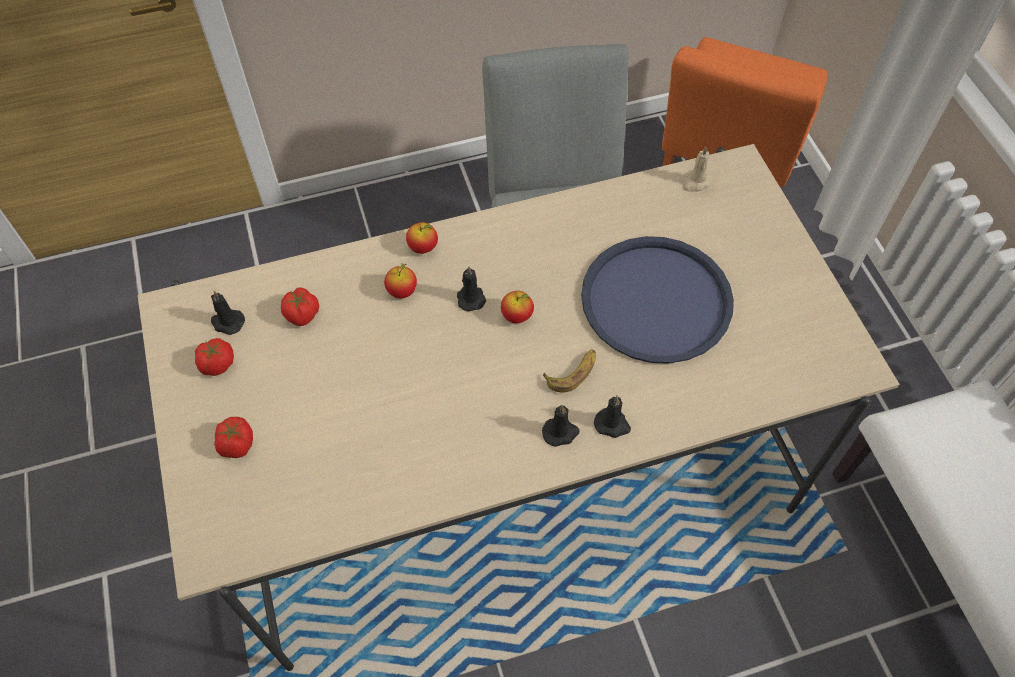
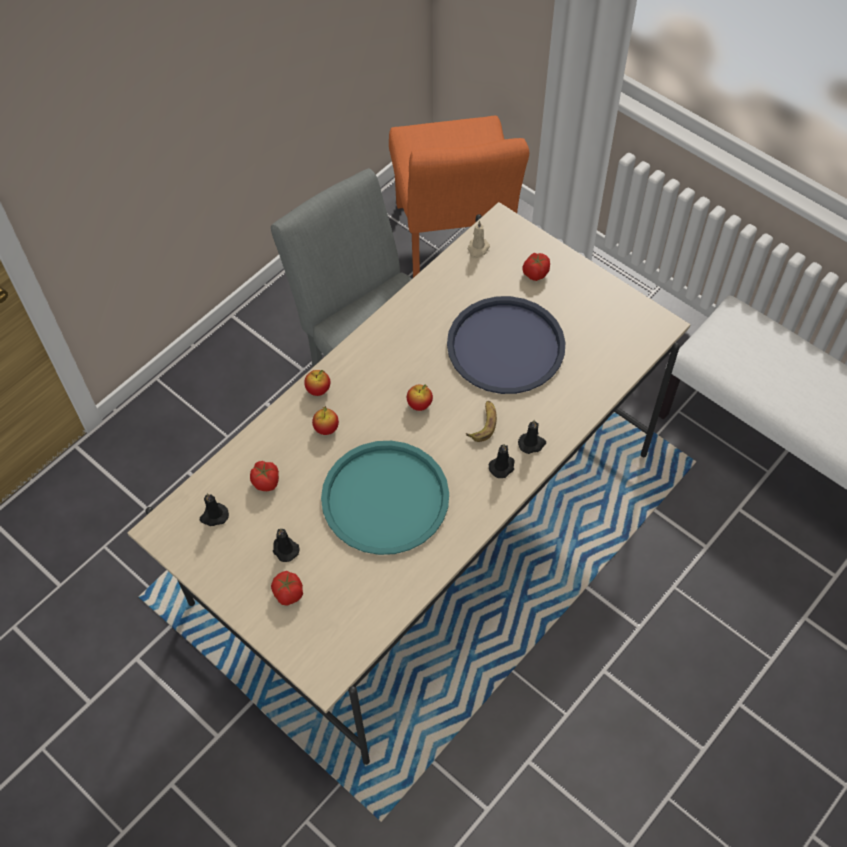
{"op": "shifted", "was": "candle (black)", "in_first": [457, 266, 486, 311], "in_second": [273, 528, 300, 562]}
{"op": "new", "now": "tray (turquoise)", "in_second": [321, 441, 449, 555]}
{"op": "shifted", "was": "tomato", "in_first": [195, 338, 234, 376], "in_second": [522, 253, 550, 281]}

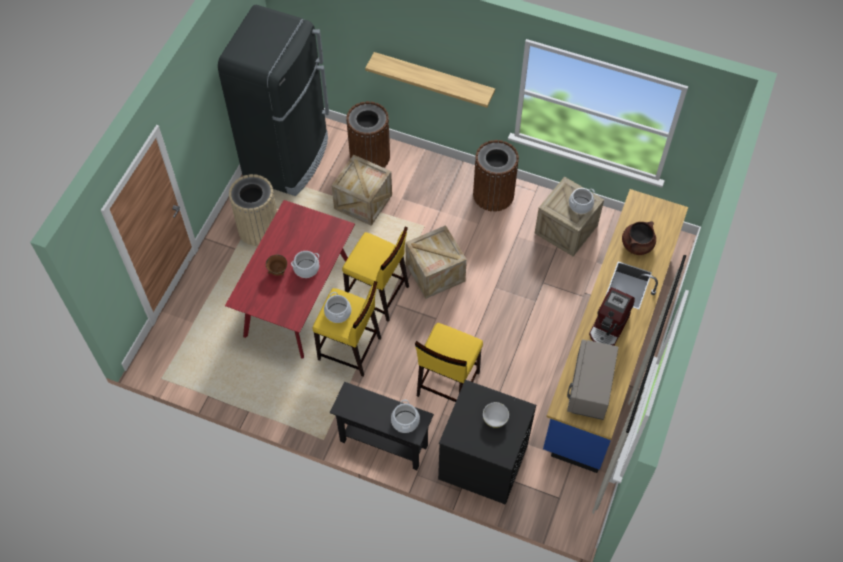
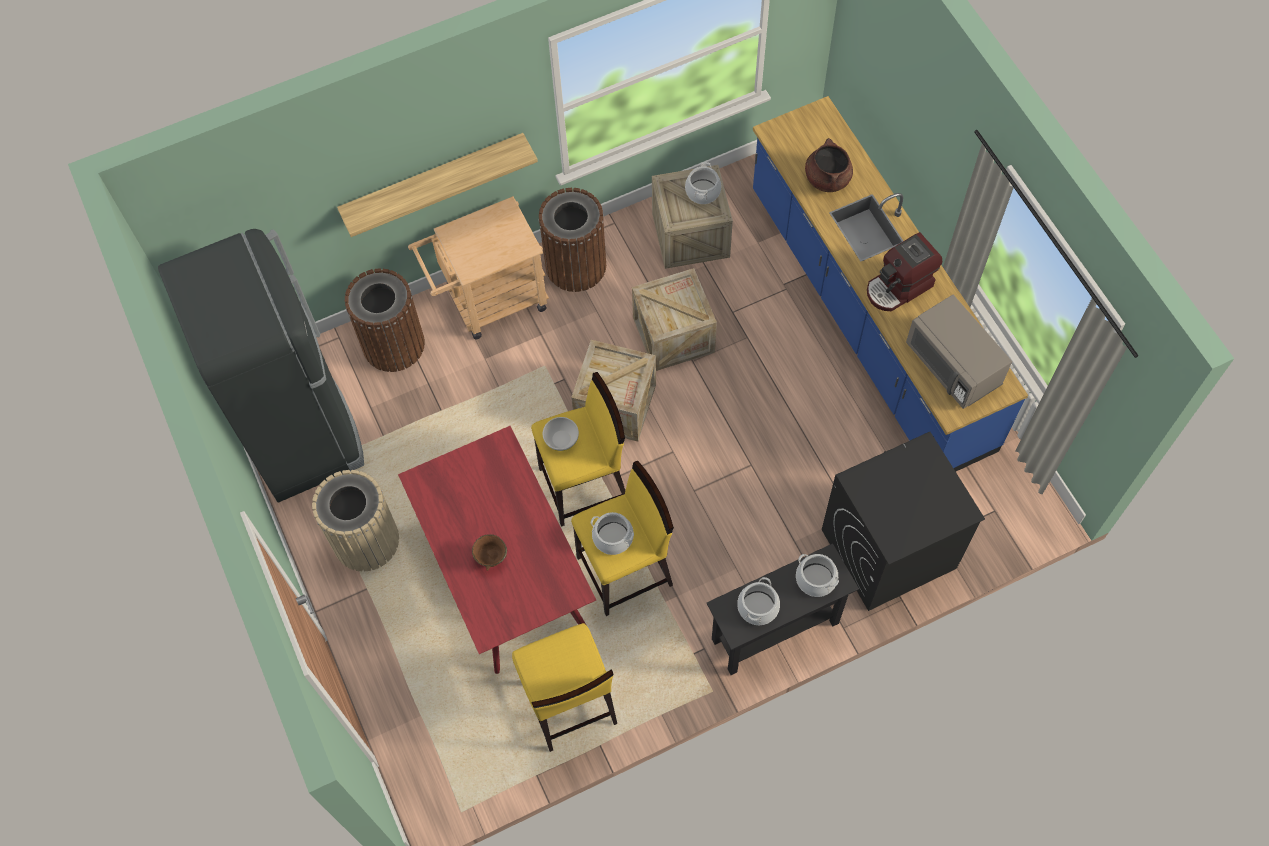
{"op": "new", "now": "cart (beige)", "in_second": [408, 196, 549, 339]}
{"op": "shifted", "was": "stool (yellow)", "in_first": [415, 323, 483, 402], "in_second": [512, 623, 617, 752]}
{"op": "shifted", "was": "bowl (white)", "in_first": [483, 402, 509, 428], "in_second": [543, 417, 579, 451]}
{"op": "shifted", "was": "crate", "in_first": [332, 155, 392, 226], "in_second": [632, 268, 717, 371]}
{"op": "shifted", "was": "cooking pot", "in_first": [291, 251, 319, 278], "in_second": [737, 577, 780, 625]}
{"op": "rotated", "was": "coffee machine", "in_first": [589, 287, 635, 346], "in_second": [867, 232, 942, 311], "clockwise": 75}

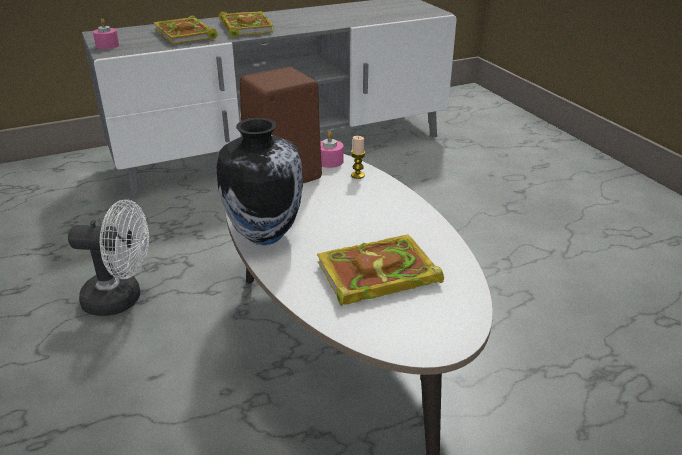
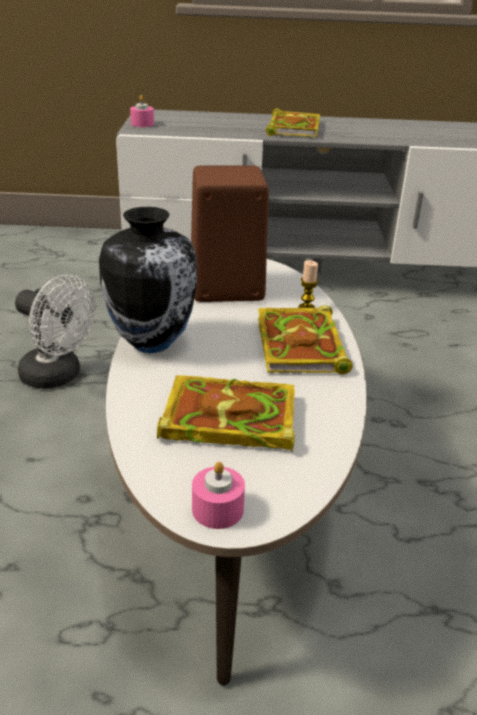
{"op": "shifted", "was": "candle (pink)", "in_first": [320, 132, 344, 168], "in_second": [192, 462, 245, 529]}
{"op": "shifted", "was": "book", "in_first": [153, 15, 217, 44], "in_second": [258, 305, 353, 374]}

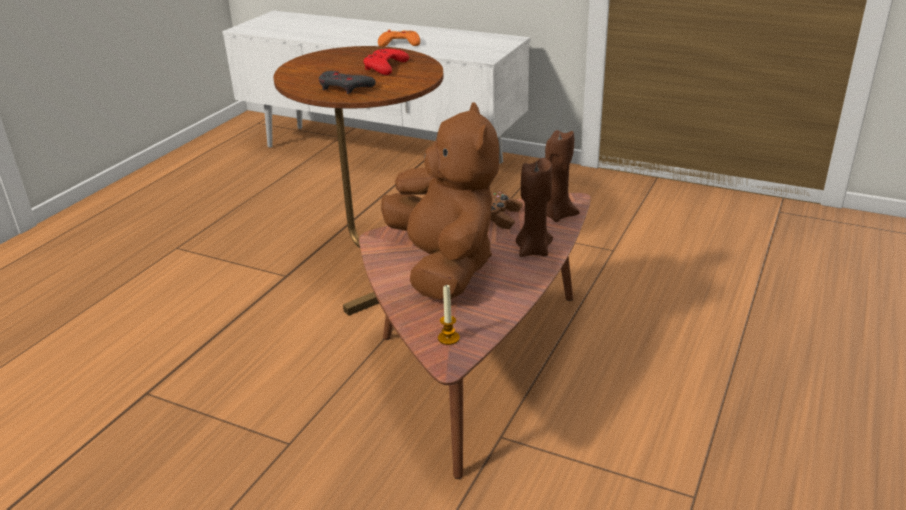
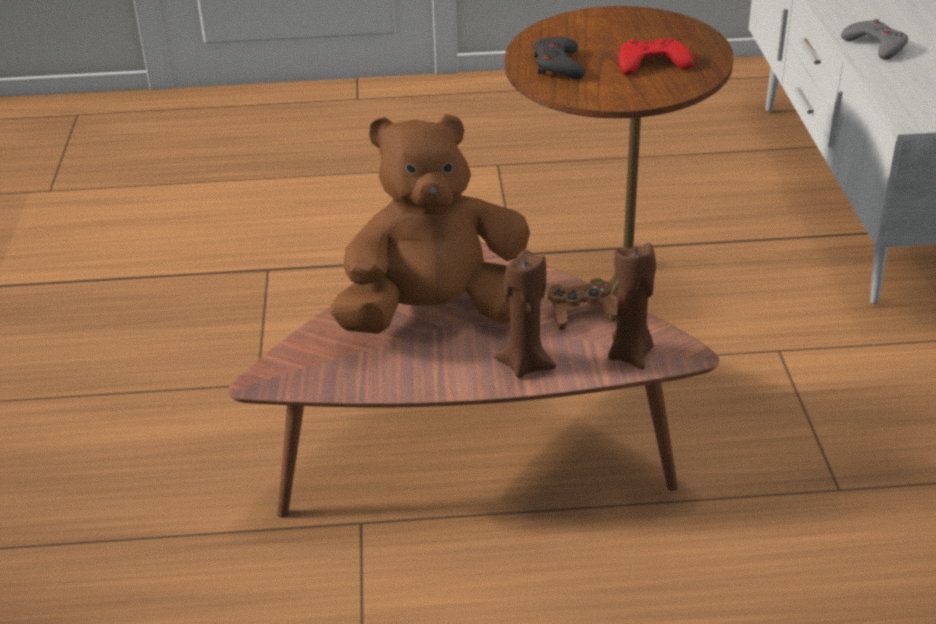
{"op": "rotated", "was": "plush toy (brown)", "in_first": [381, 102, 499, 300], "in_second": [330, 114, 530, 334], "clockwise": -150}
{"op": "repainted", "was": "game controller (orange)", "now": "game controller (grey)", "in_first": [378, 30, 420, 47], "in_second": [841, 19, 908, 60]}
{"op": "gone", "was": "candle", "in_first": [438, 284, 460, 345]}

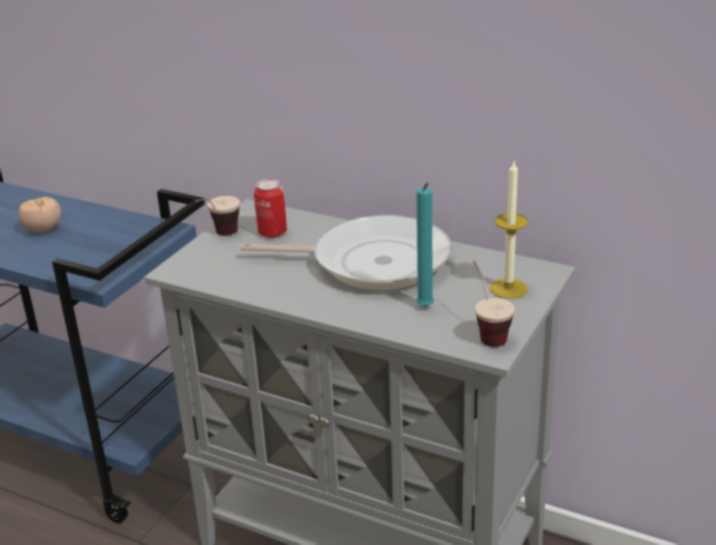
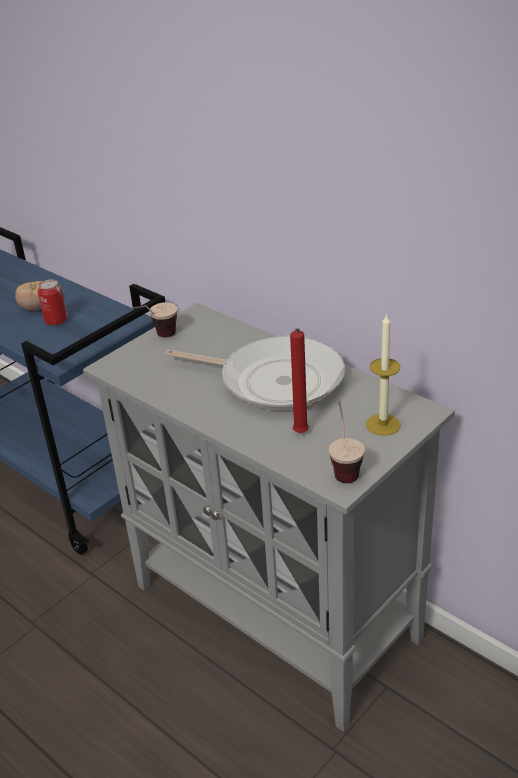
{"op": "shifted", "was": "can", "in_first": [254, 179, 287, 238], "in_second": [38, 280, 67, 326]}
{"op": "repainted", "was": "candle (turquoise)", "now": "candle (red)", "in_first": [416, 183, 434, 307], "in_second": [290, 328, 309, 433]}

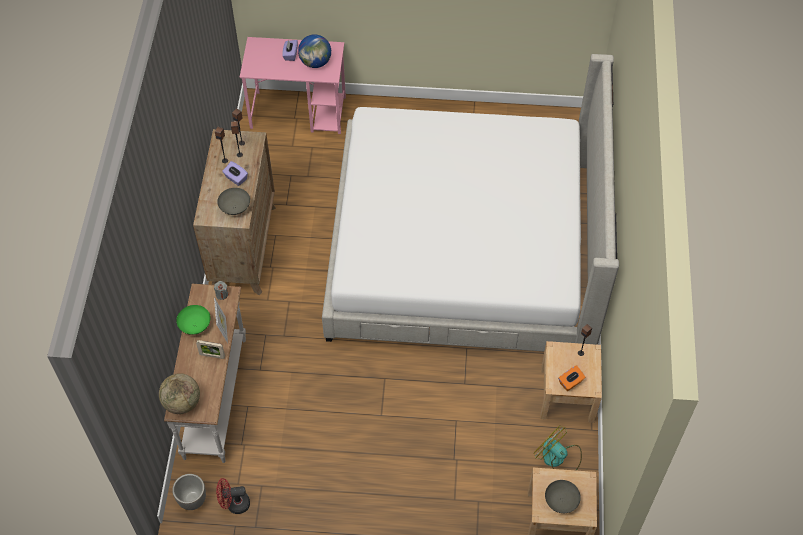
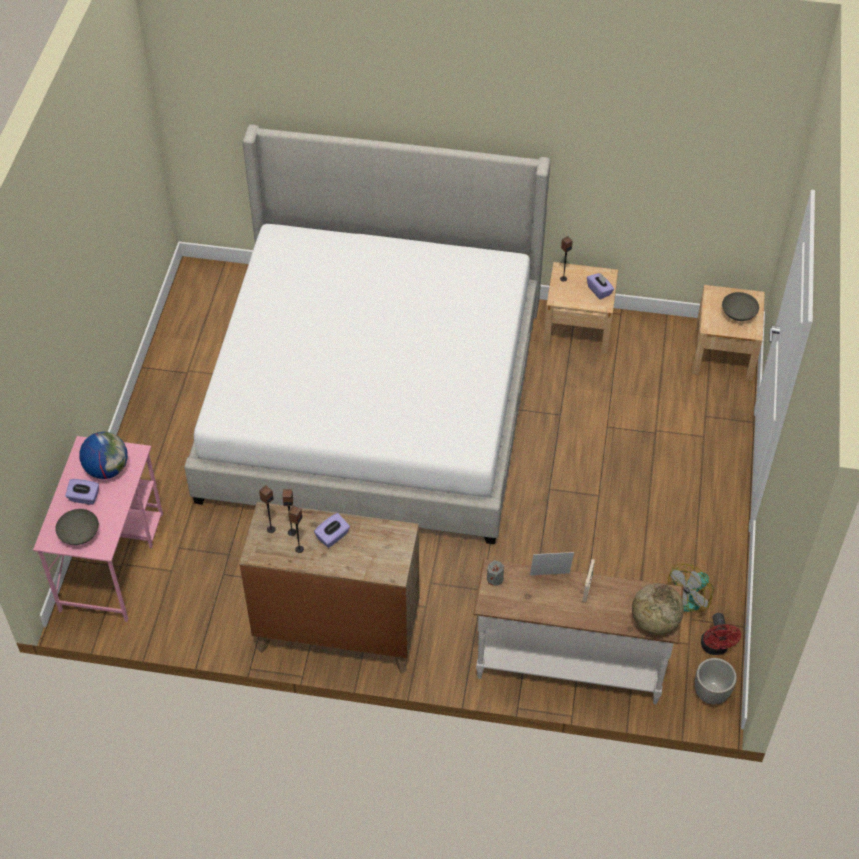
{"op": "shifted", "was": "bowl (grey)", "in_first": [217, 188, 250, 215], "in_second": [55, 509, 99, 545]}
{"op": "repainted", "was": "tissue box (orange)", "now": "tissue box (purple)", "in_first": [558, 365, 585, 391], "in_second": [587, 273, 614, 300]}
{"op": "shifted", "was": "fan", "in_first": [534, 426, 582, 471], "in_second": [668, 564, 714, 612]}
{"op": "gone", "was": "bowl (green)", "in_first": [176, 305, 210, 335]}

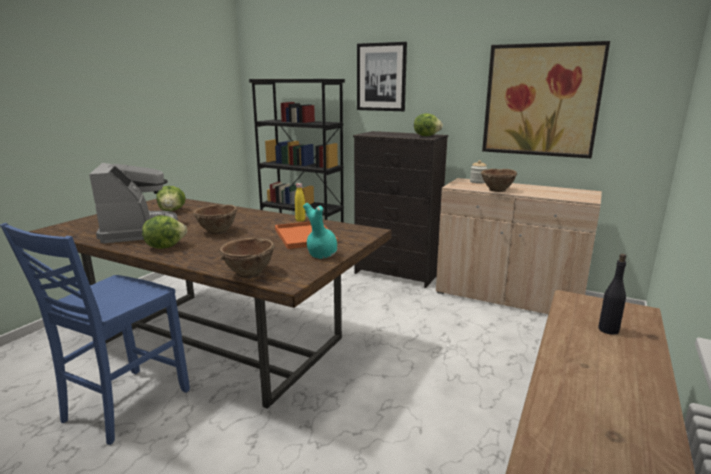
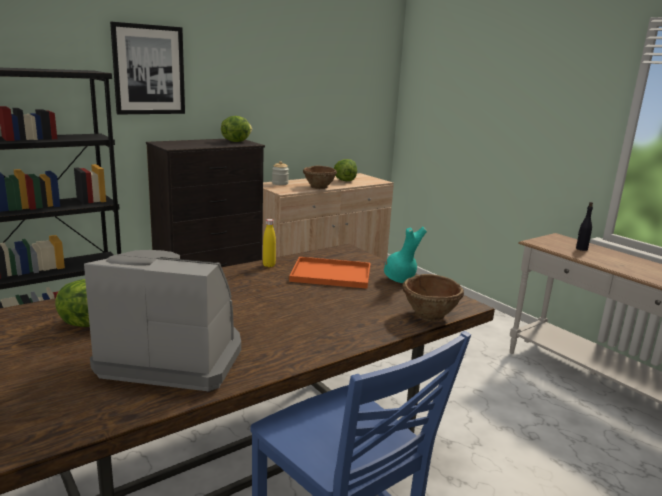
{"op": "shifted", "was": "lettuce", "in_first": [142, 216, 187, 249], "in_second": [334, 159, 357, 181]}
{"op": "gone", "was": "bowl (brown)", "in_first": [193, 205, 237, 235]}
{"op": "gone", "was": "picture", "in_first": [482, 41, 610, 158]}

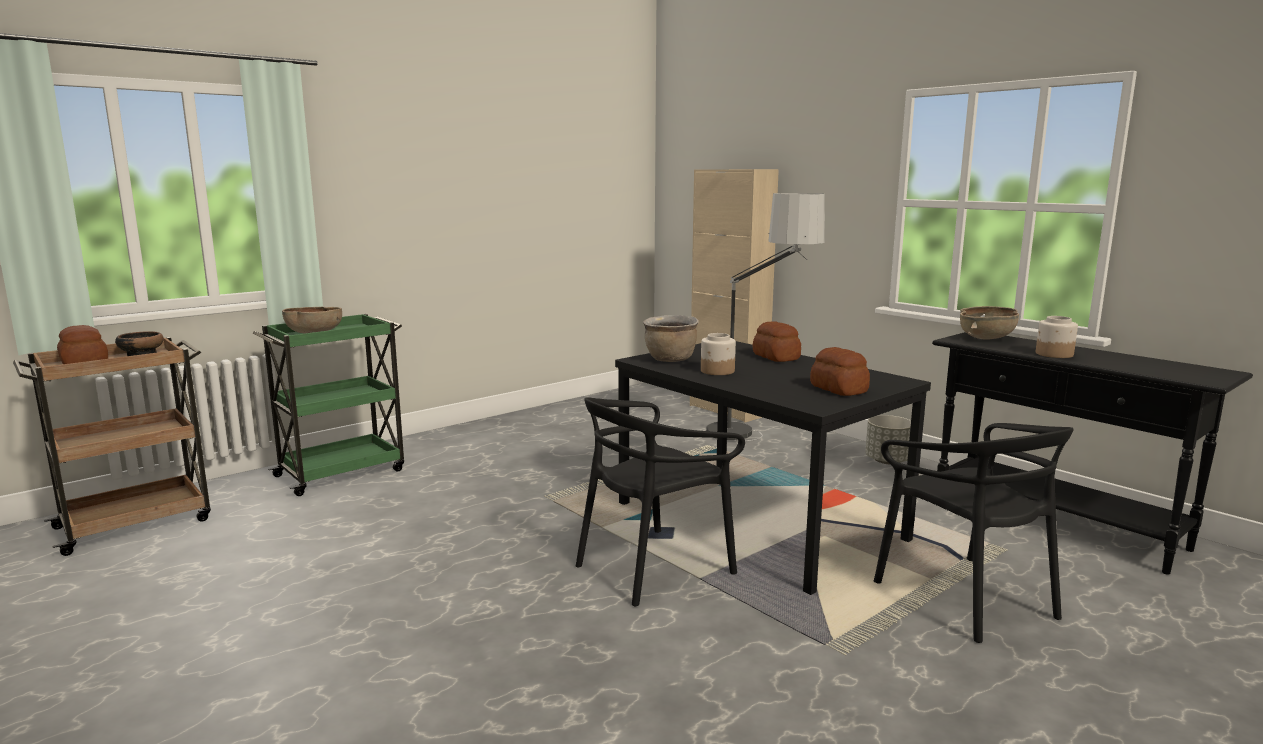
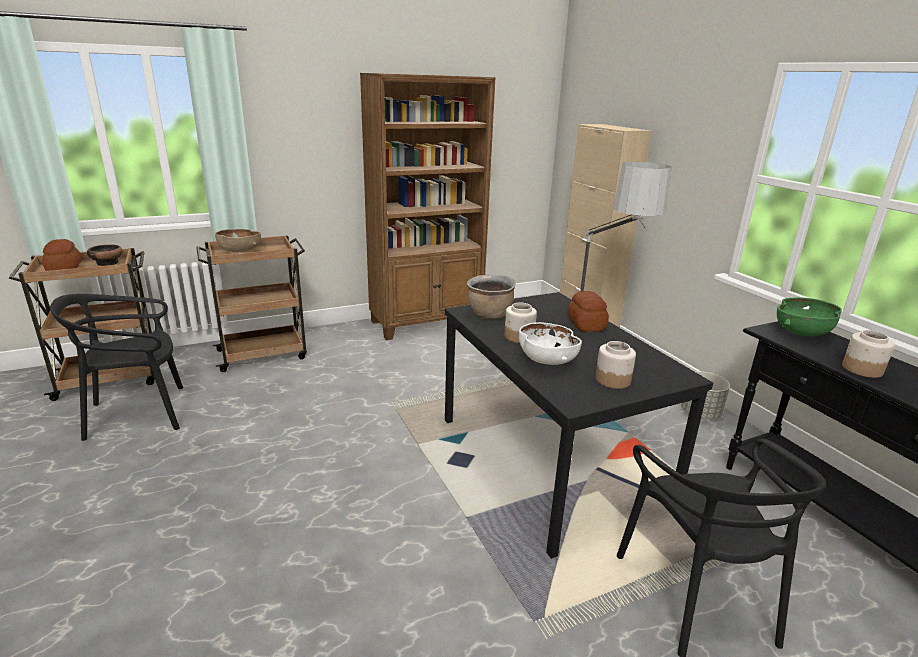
{"op": "shifted", "was": "chair (black)", "in_first": [576, 398, 745, 606], "in_second": [50, 294, 183, 441]}
{"op": "repainted", "was": "cart (green)", "now": "cart (brown)", "in_first": [253, 314, 404, 496], "in_second": [196, 235, 307, 372]}
{"op": "new", "now": "bookcase (brown)", "in_second": [360, 73, 495, 340]}
{"op": "new", "now": "bowl (white)", "in_second": [519, 322, 582, 365]}
{"op": "swapped", "was": "bread", "now": "jar", "in_first": [810, 347, 870, 396], "in_second": [595, 341, 636, 389]}
{"op": "repainted", "was": "bowl (brown)", "now": "bowl (green)", "in_first": [960, 306, 1019, 340], "in_second": [777, 297, 842, 336]}

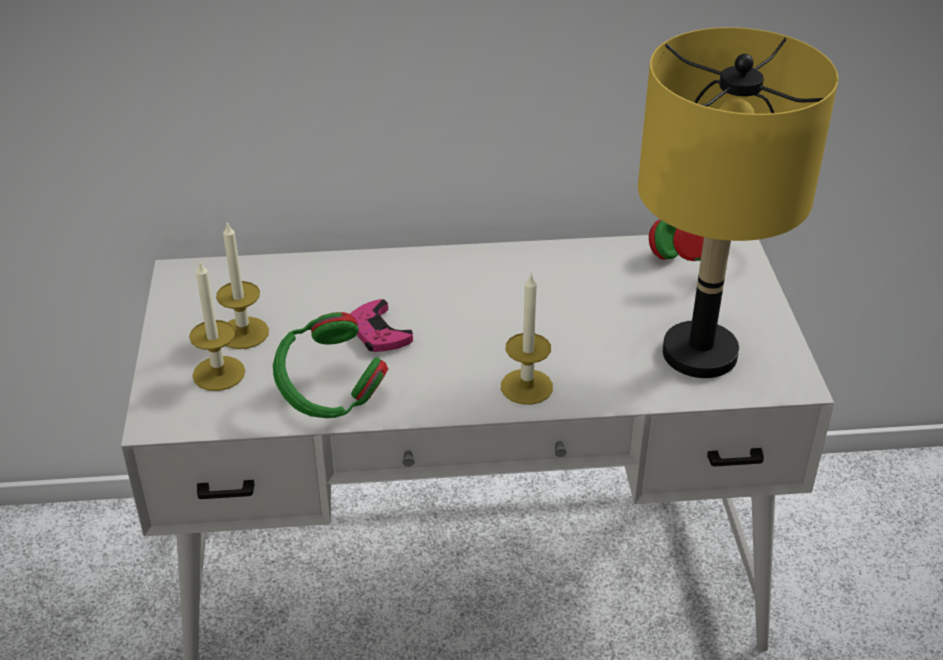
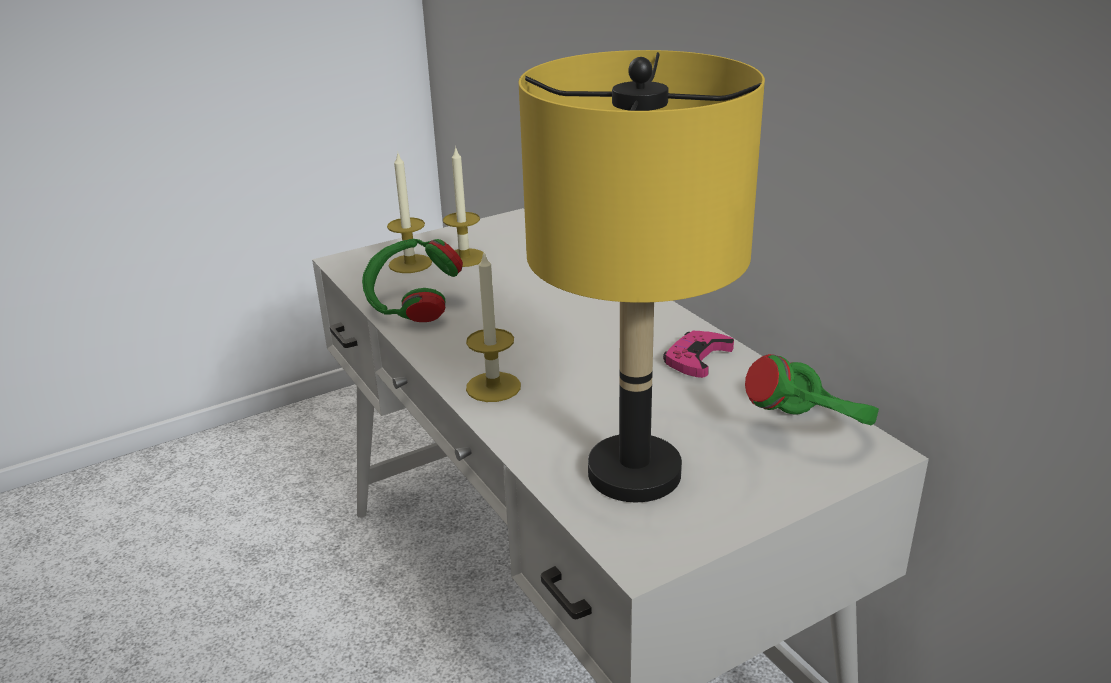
{"op": "shifted", "was": "game controller (pink)", "in_first": [350, 299, 413, 352], "in_second": [663, 331, 734, 378]}

